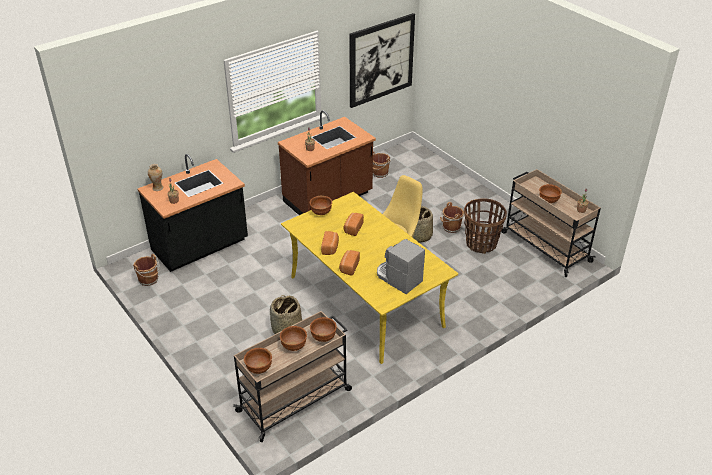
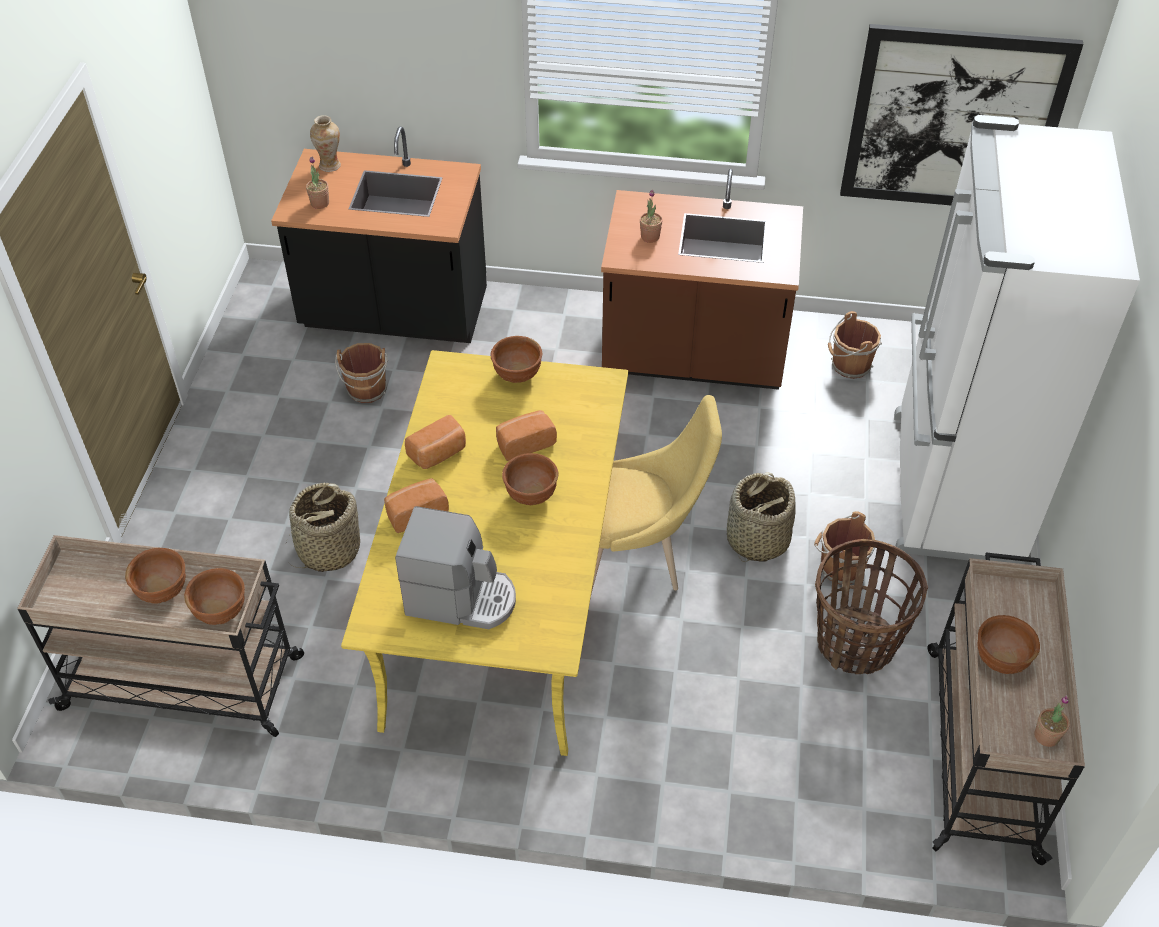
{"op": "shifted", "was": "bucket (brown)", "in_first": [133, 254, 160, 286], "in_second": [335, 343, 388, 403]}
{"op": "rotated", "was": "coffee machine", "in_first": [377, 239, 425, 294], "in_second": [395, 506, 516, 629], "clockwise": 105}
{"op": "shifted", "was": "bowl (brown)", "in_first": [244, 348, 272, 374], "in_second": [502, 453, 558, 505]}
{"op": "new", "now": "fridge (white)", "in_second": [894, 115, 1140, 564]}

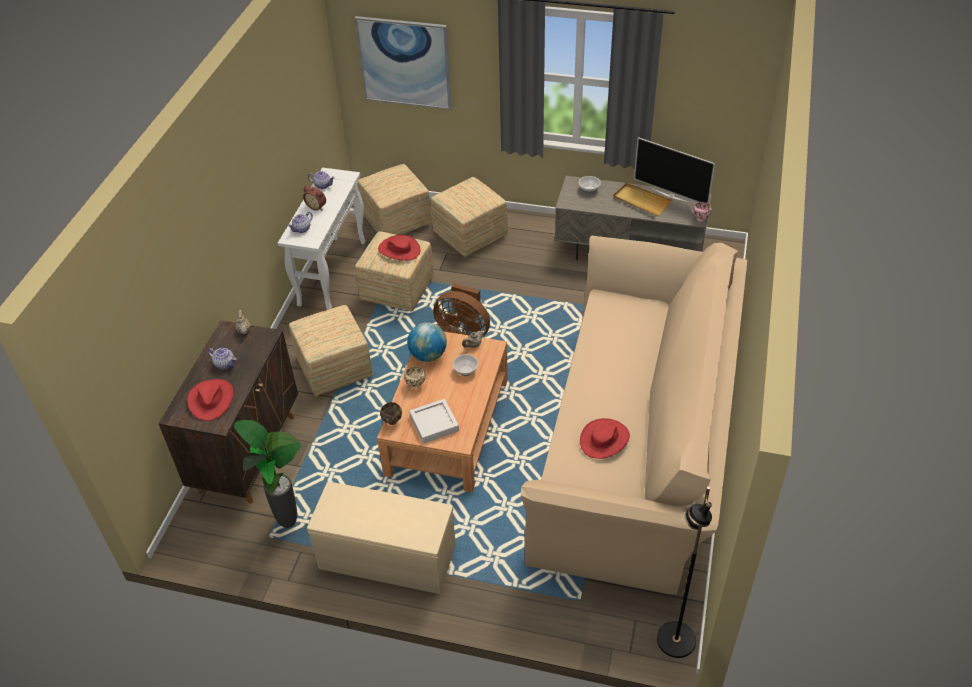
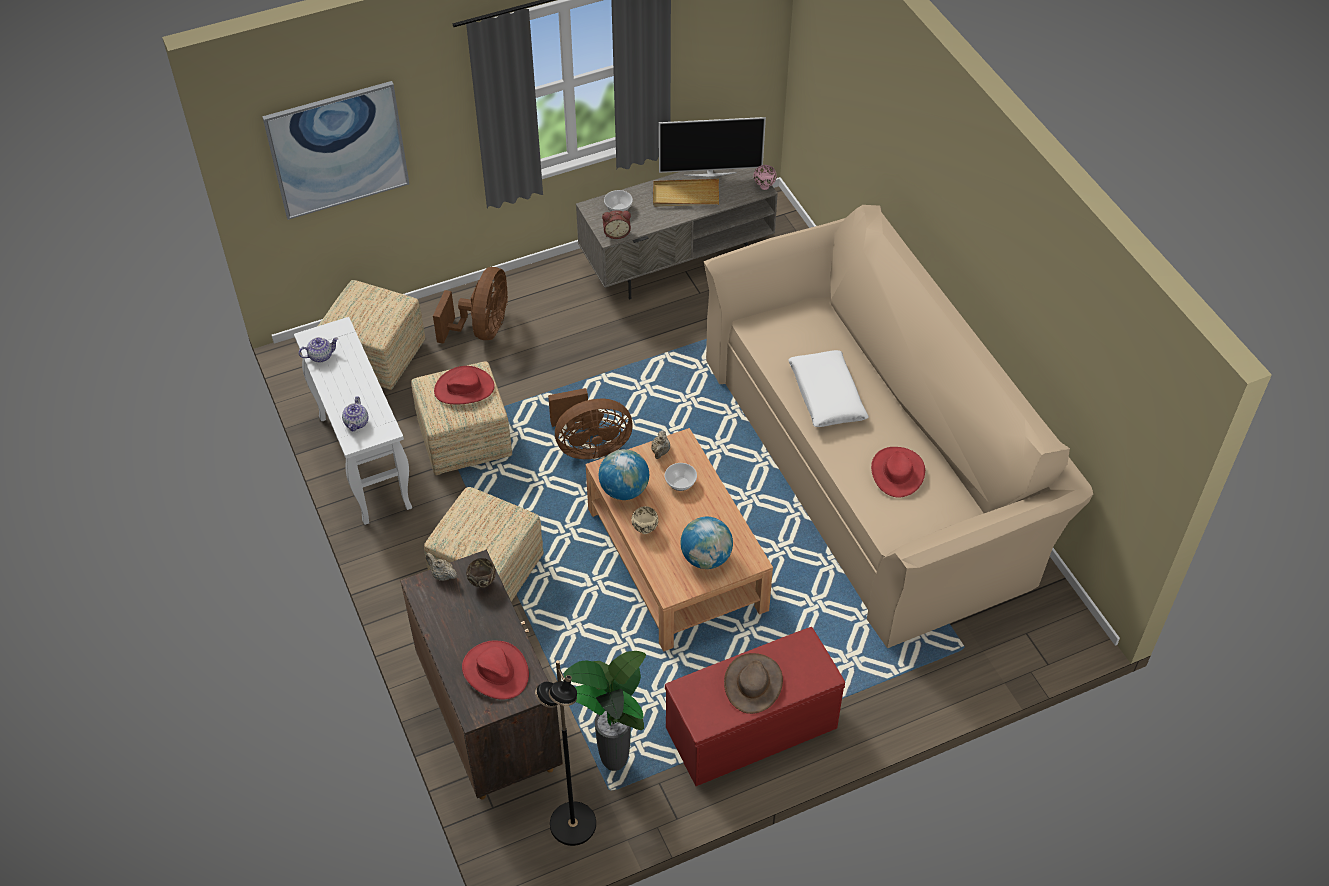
{"op": "swapped", "was": "ottoman", "now": "fan (brown)", "in_first": [431, 177, 508, 257], "in_second": [433, 267, 508, 344]}
{"op": "shifted", "was": "bowl (brown)", "in_first": [380, 402, 402, 425], "in_second": [466, 558, 496, 588]}
{"op": "shifted", "was": "floor lamp (black)", "in_first": [657, 487, 712, 658], "in_second": [535, 660, 596, 846]}
{"op": "shifted", "was": "alarm clock", "in_first": [303, 186, 326, 211], "in_second": [602, 210, 631, 239]}
{"op": "repainted", "was": "bench (beige)", "now": "bench (red)", "in_first": [307, 482, 456, 594], "in_second": [665, 627, 845, 786]}
{"op": "swapped", "was": "tray (grey)", "now": "globe", "in_first": [409, 399, 459, 443], "in_second": [680, 517, 733, 569]}
{"op": "new", "now": "hat (brown)", "in_second": [724, 653, 783, 714]}
{"op": "new", "now": "pillow (white)", "in_second": [788, 350, 869, 427]}
{"op": "gone", "was": "teapot", "in_first": [208, 348, 236, 369]}

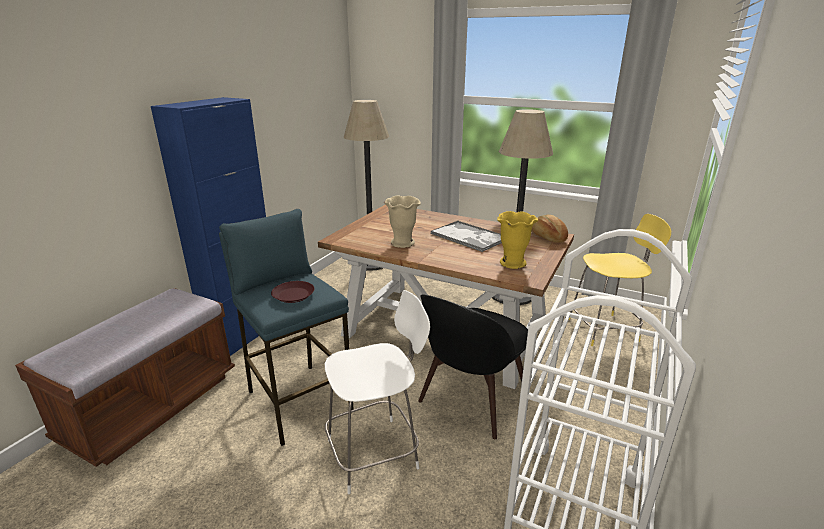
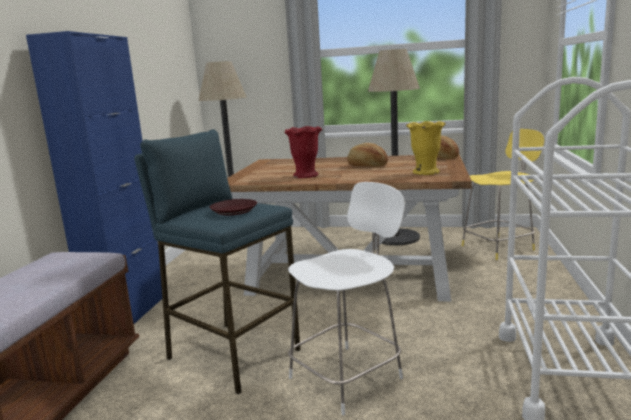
{"op": "repainted", "was": "vase (beige)", "now": "vase (red)", "in_first": [384, 195, 421, 248], "in_second": [284, 126, 322, 178]}
{"op": "swapped", "was": "tray", "now": "bread", "in_first": [431, 221, 502, 252], "in_second": [347, 143, 388, 167]}
{"op": "gone", "was": "chair (black)", "in_first": [418, 294, 528, 439]}

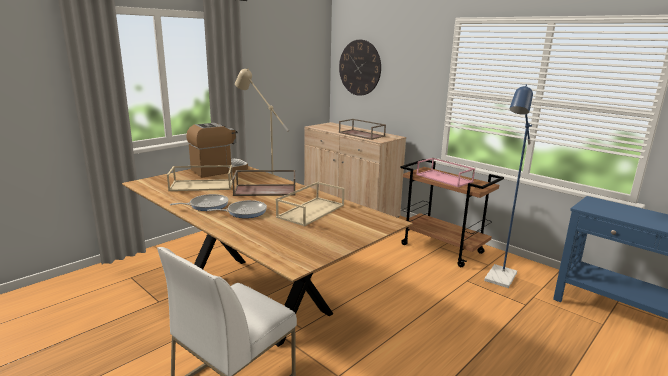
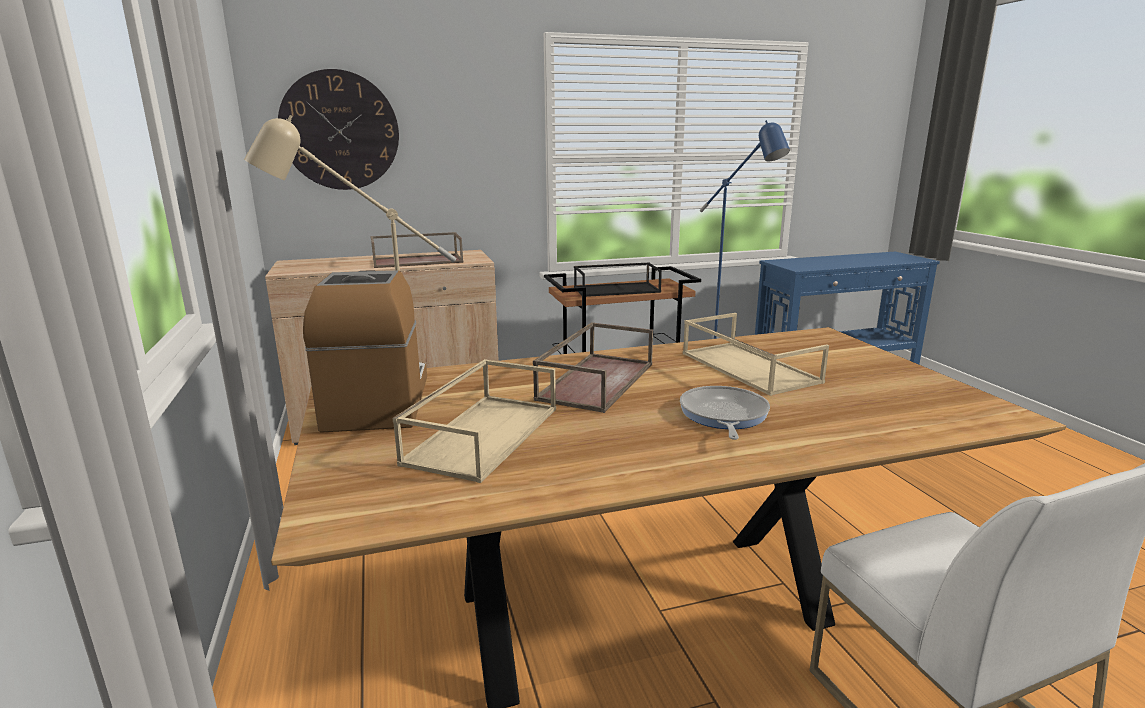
{"op": "repainted", "was": "tray (pink)", "now": "tray (black)", "in_first": [416, 158, 475, 187], "in_second": [574, 263, 662, 297]}
{"op": "gone", "was": "frying pan", "in_first": [169, 194, 228, 211]}

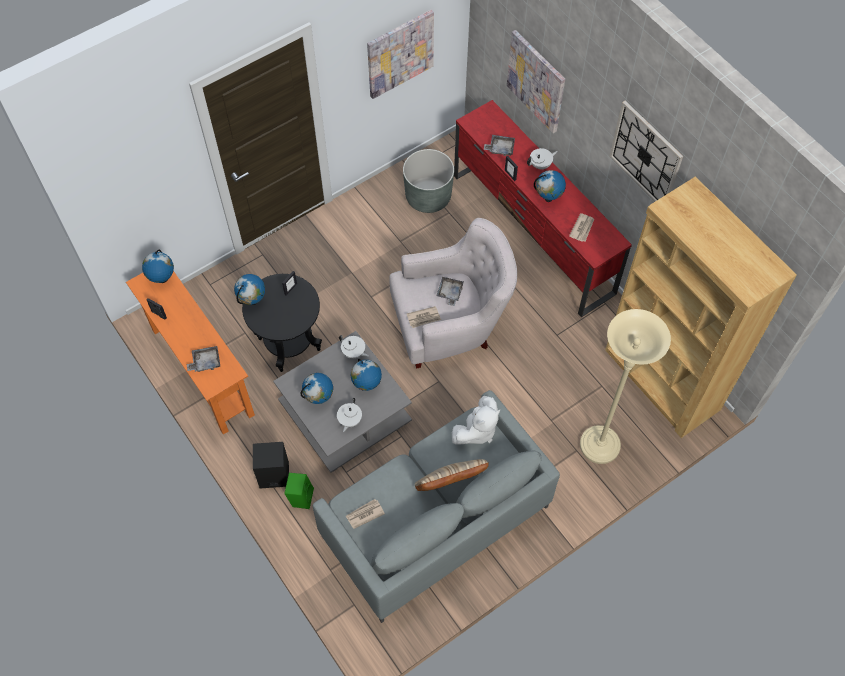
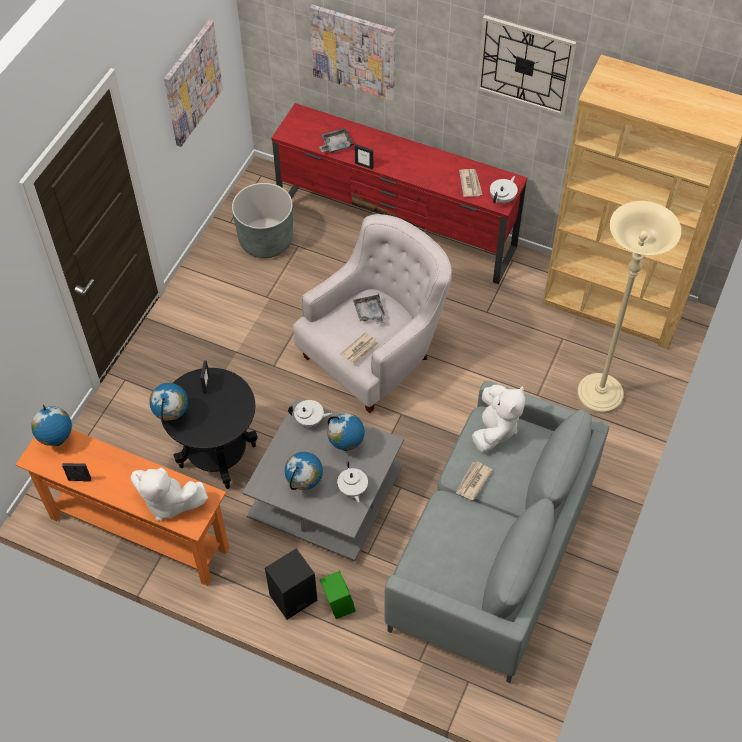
{"op": "swapped", "was": "tray (grey)", "now": "plush toy (white)", "in_first": [187, 346, 220, 372], "in_second": [131, 468, 208, 521]}
{"op": "shifted", "was": "newspaper", "in_first": [346, 499, 385, 529], "in_second": [456, 462, 493, 500]}
{"op": "shifted", "was": "teapot (white)", "in_first": [527, 148, 558, 169], "in_second": [490, 176, 518, 204]}
{"op": "gone", "was": "pillow (beige)", "in_first": [415, 459, 489, 491]}
{"op": "gone", "was": "globe", "in_first": [534, 170, 566, 202]}

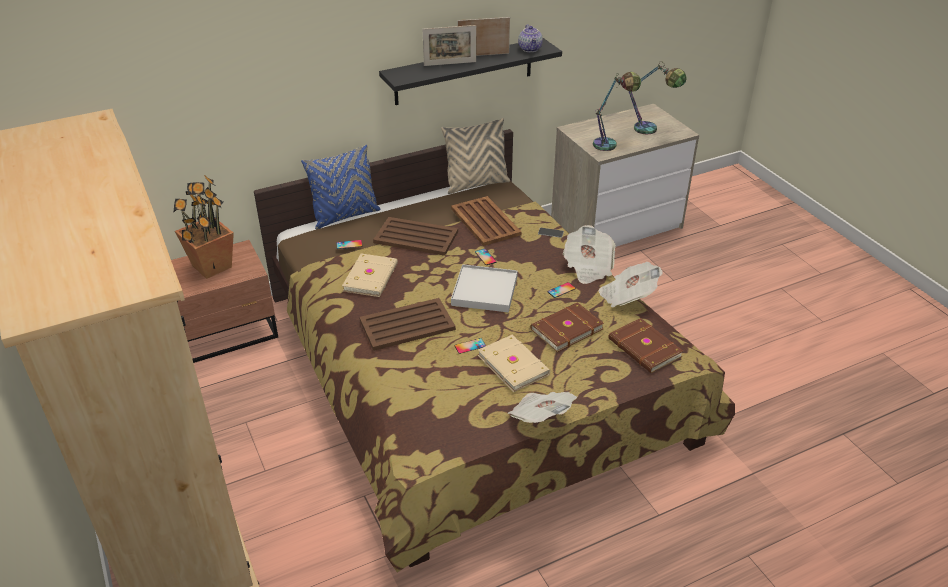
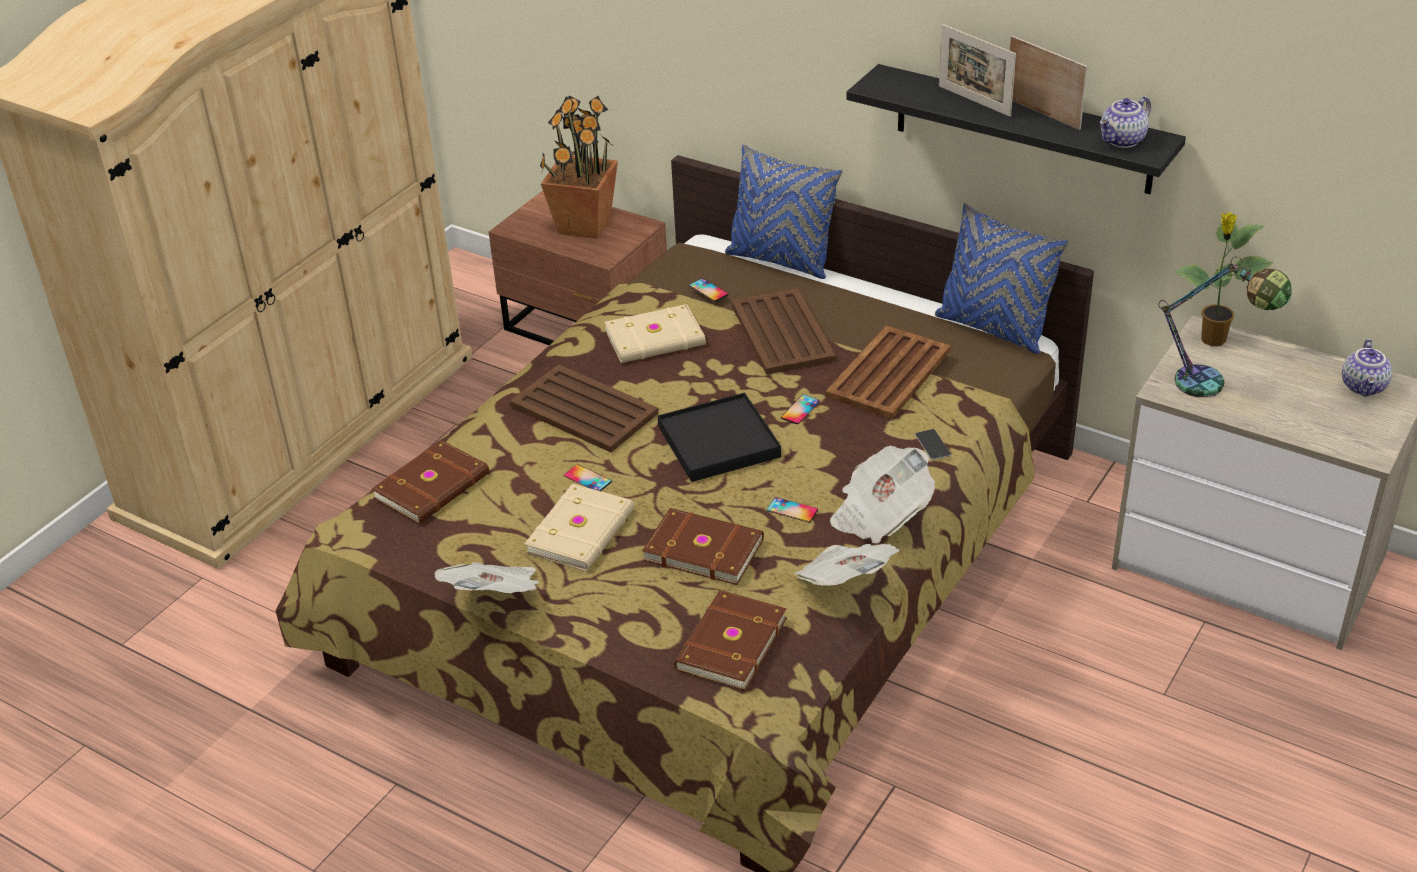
{"op": "new", "now": "book (brown)", "in_second": [372, 440, 489, 524]}
{"op": "repainted", "was": "tray (white)", "now": "tray (black)", "in_first": [451, 264, 518, 313], "in_second": [658, 393, 781, 482]}
{"op": "repainted", "was": "pillow (beige)", "now": "pillow (blue)", "in_first": [441, 118, 510, 194], "in_second": [935, 203, 1069, 354]}
{"op": "new", "now": "potted plant", "in_second": [1173, 212, 1273, 346]}
{"op": "new", "now": "teapot", "in_second": [1342, 339, 1392, 396]}
{"op": "gone", "was": "table lamp", "in_first": [629, 61, 686, 135]}

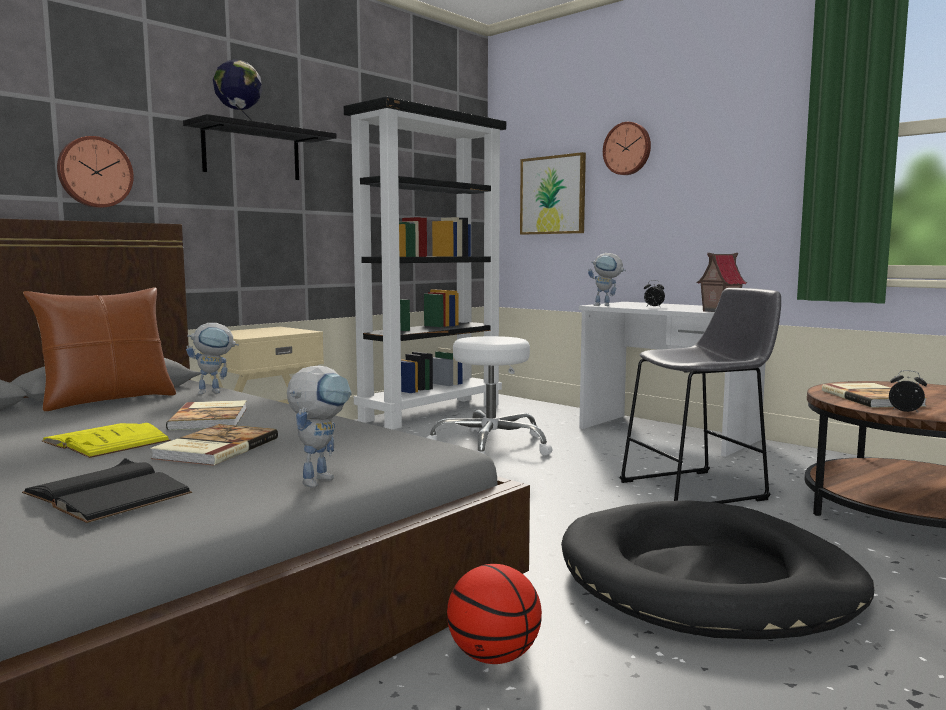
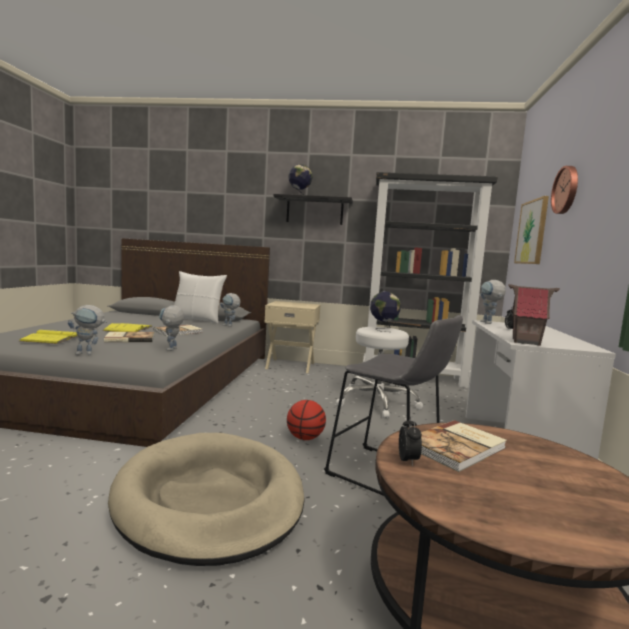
{"op": "repainted", "was": "book (black)", "now": "book (yellow)", "in_first": [22, 458, 192, 523], "in_second": [20, 330, 78, 344]}
{"op": "repainted", "was": "dog bed (black)", "now": "dog bed (beige)", "in_first": [561, 500, 874, 639], "in_second": [108, 433, 305, 566]}
{"op": "new", "now": "toy robot", "in_second": [159, 305, 185, 351]}
{"op": "repainted", "was": "pillow (brown)", "now": "pillow (white)", "in_first": [23, 287, 176, 411], "in_second": [174, 271, 227, 324]}
{"op": "shifted", "was": "basketball", "in_first": [447, 564, 542, 664], "in_second": [287, 400, 326, 440]}
{"op": "new", "now": "globe", "in_second": [370, 291, 401, 332]}
{"op": "gone", "was": "wall clock", "in_first": [57, 136, 134, 208]}

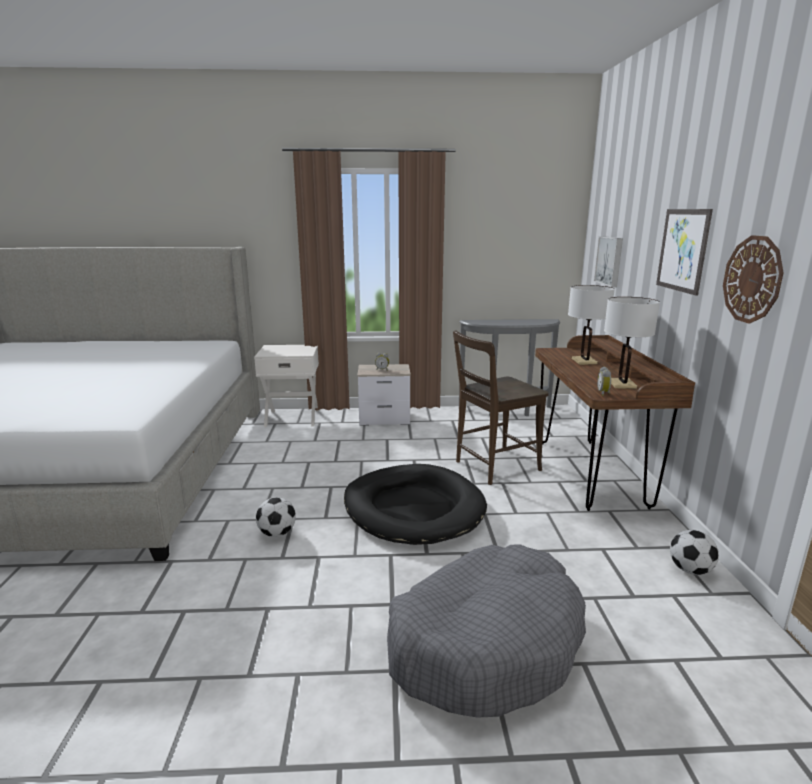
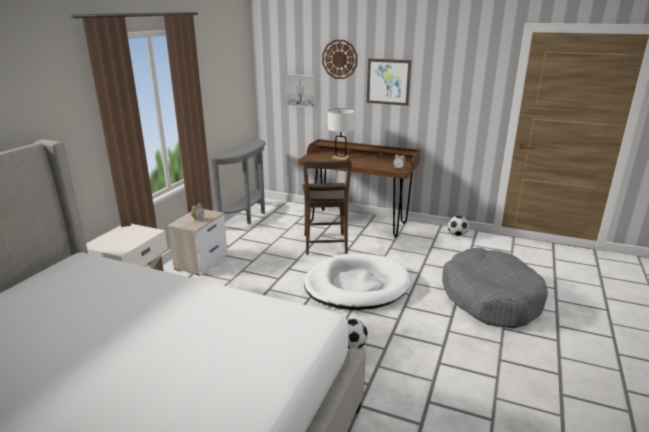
{"op": "repainted", "was": "dog bed (black)", "now": "dog bed (white)", "in_first": [344, 464, 487, 545], "in_second": [304, 253, 410, 310]}
{"op": "shifted", "was": "wall clock", "in_first": [723, 235, 783, 324], "in_second": [322, 40, 358, 79]}
{"op": "gone", "was": "table lamp (white)", "in_first": [604, 297, 660, 389]}

